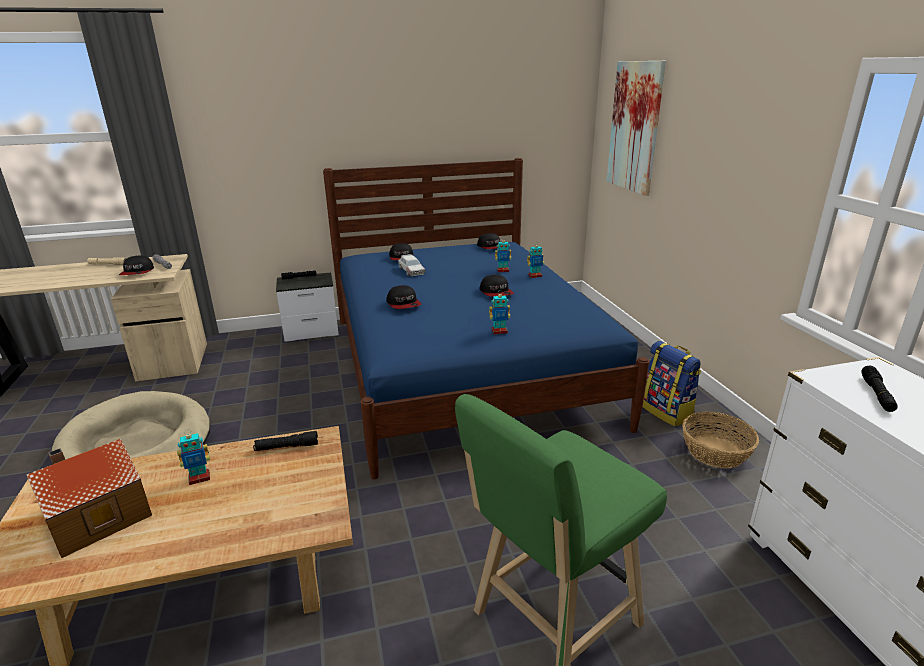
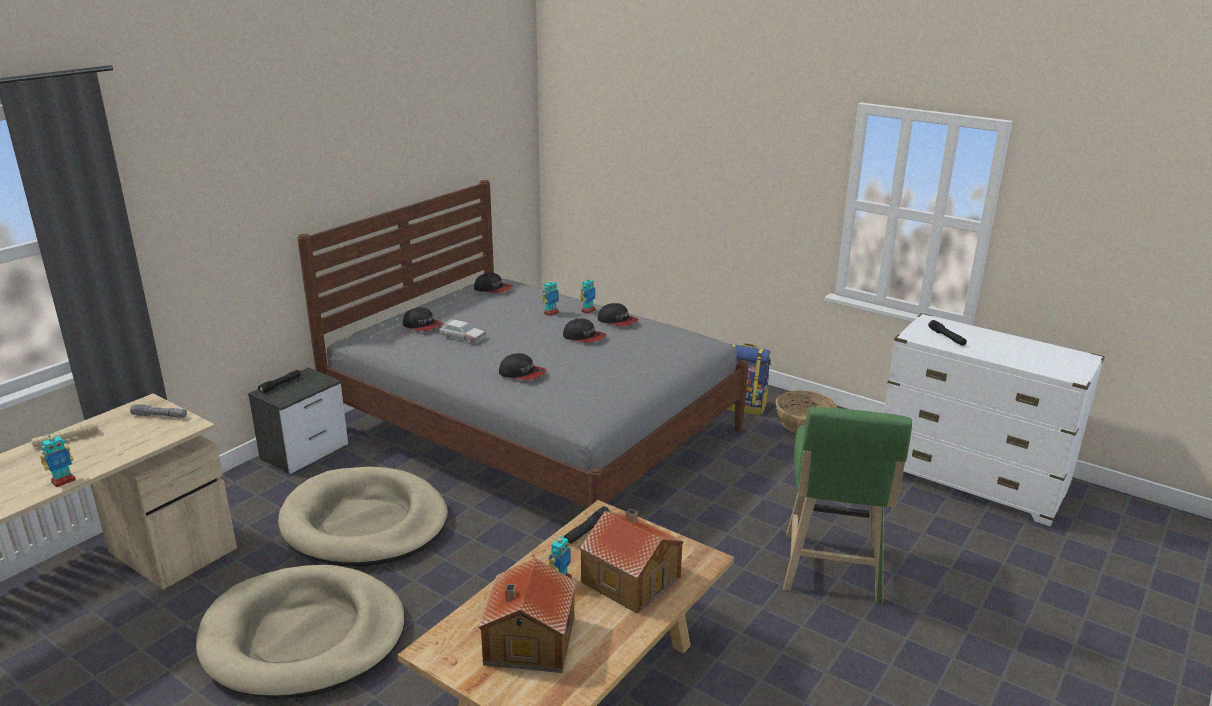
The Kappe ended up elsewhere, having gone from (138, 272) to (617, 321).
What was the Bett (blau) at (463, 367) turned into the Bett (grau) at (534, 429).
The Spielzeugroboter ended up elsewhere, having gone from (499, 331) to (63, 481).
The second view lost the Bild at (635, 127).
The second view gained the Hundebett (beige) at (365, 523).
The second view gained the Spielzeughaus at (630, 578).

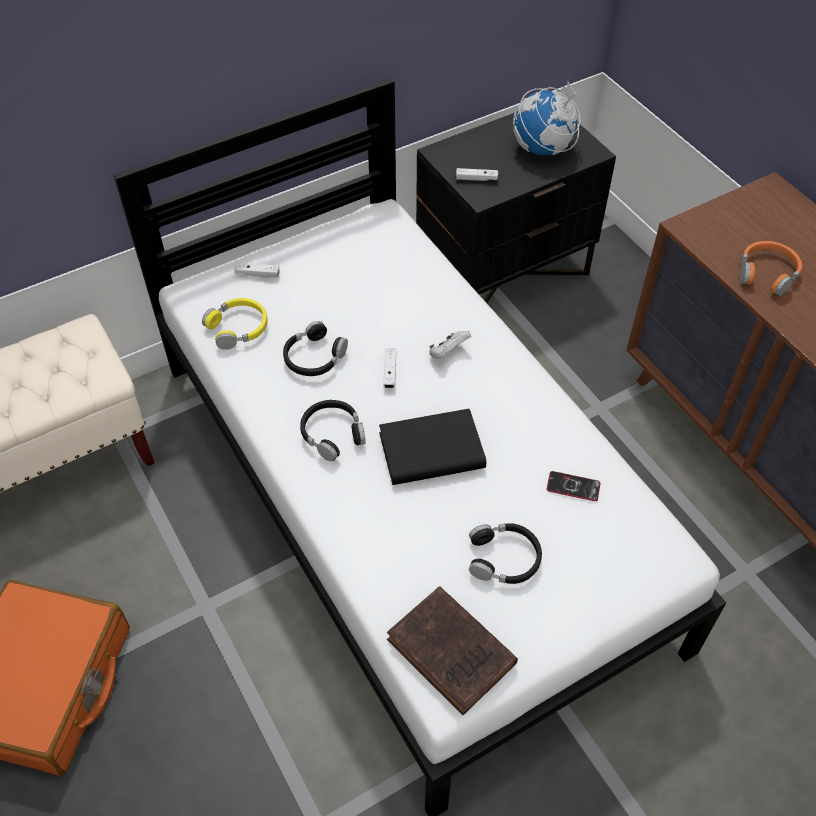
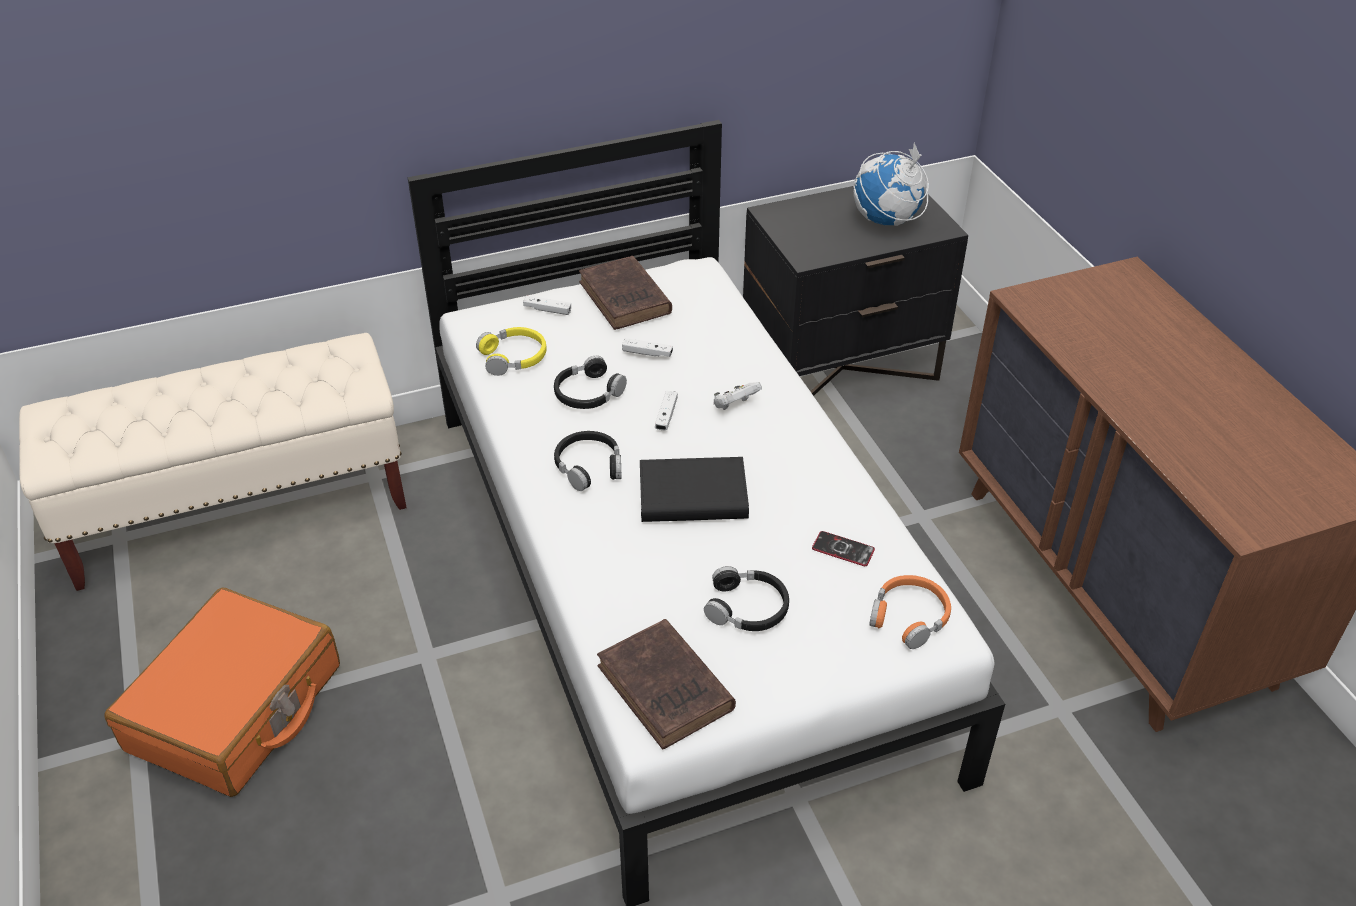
The Gamepad (weiß) ended up elsewhere, having gone from (476, 179) to (647, 353).
The Kopfhörer (orange) ended up elsewhere, having gone from (767, 273) to (909, 617).
The second view gained the Buch (braun) at (626, 299).

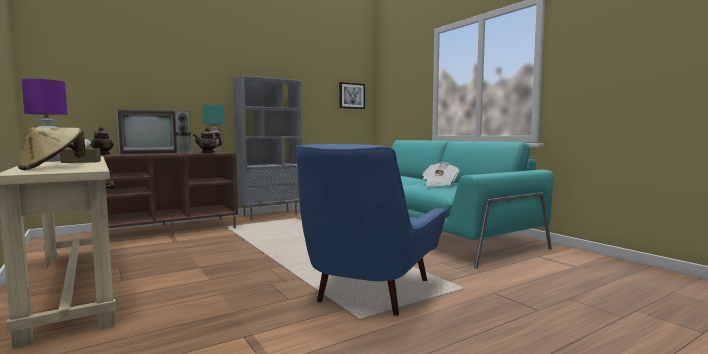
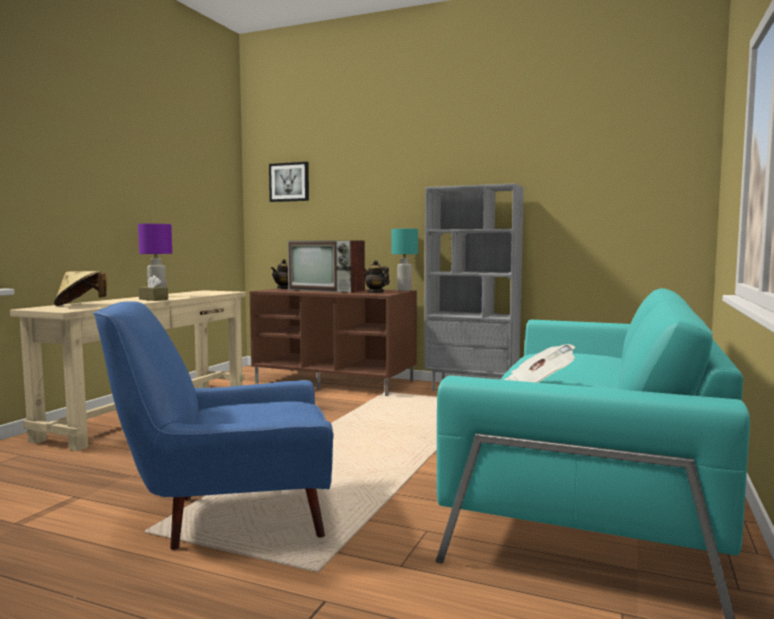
The Bild ended up elsewhere, having gone from (351, 96) to (289, 182).

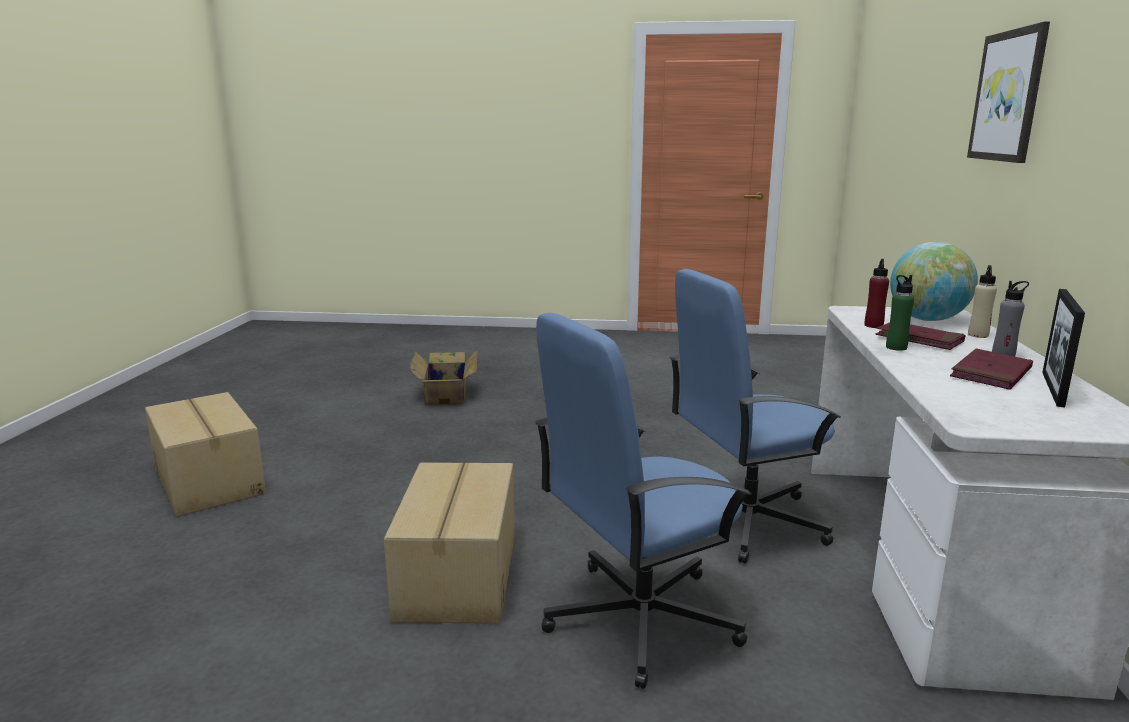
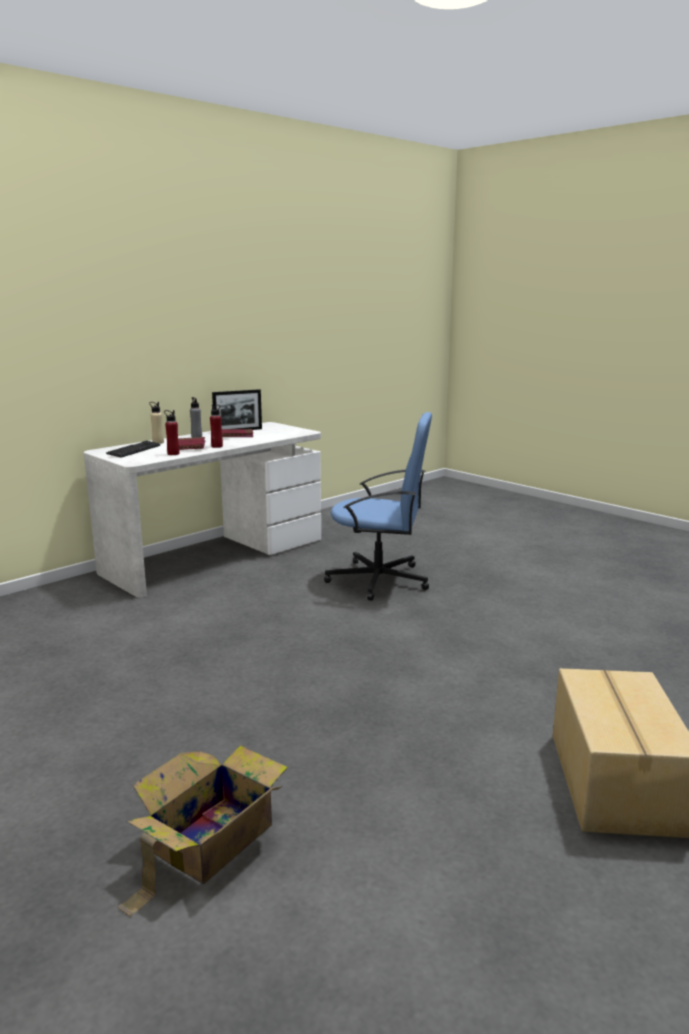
The second view lost the Karton at (456, 575).
The second view lost the Bürostuhl (blau) at (744, 521).
What was the Flasche (grün) at (896, 347) turned into the Flasche (rot) at (217, 446).
Where the Globus stood at (927, 319), the Tastatur came to stand at (134, 450).
The second view lost the Bild at (1008, 96).

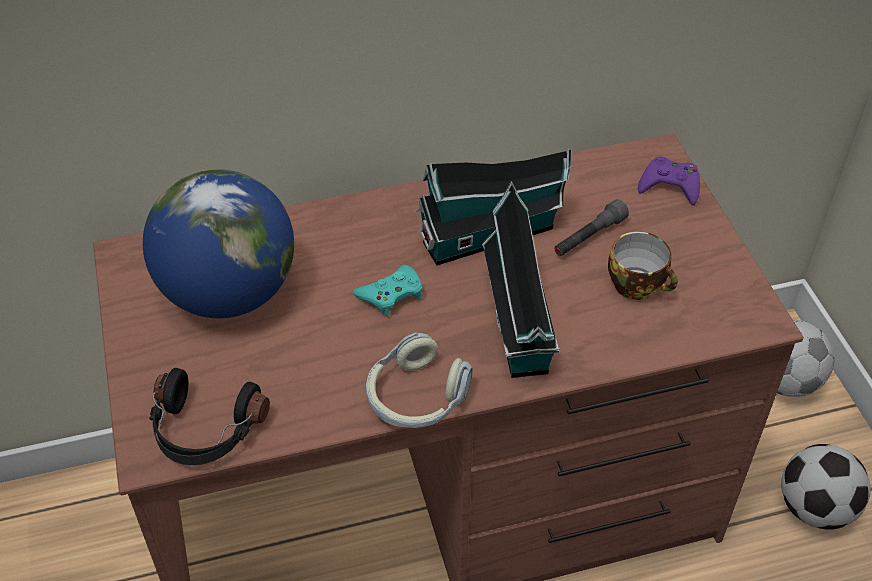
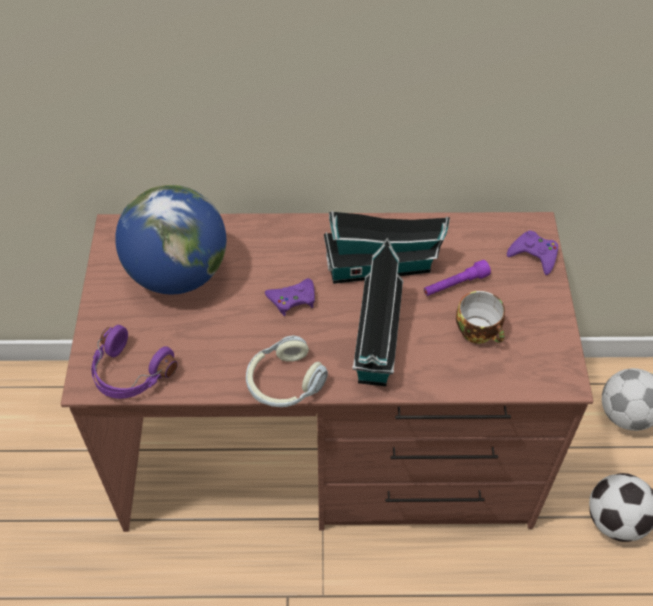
What was the Kopfhörer (schwarz) at (204, 431) turned into the Kopfhörer (lila) at (130, 374).
What was the Gamepad (türkis) at (391, 294) turned into the Gamepad (lila) at (292, 299).
What was the Taschenlampe (grau) at (589, 237) turned into the Taschenlampe (lila) at (455, 285).

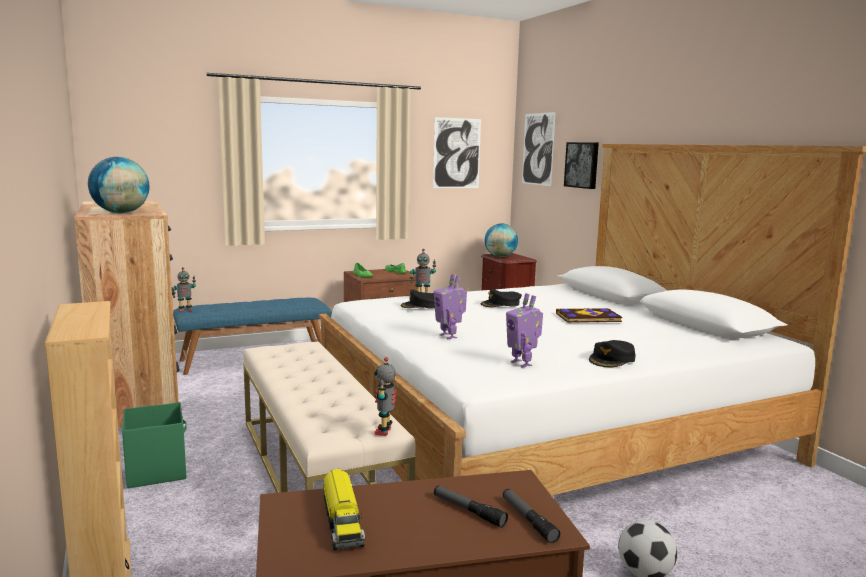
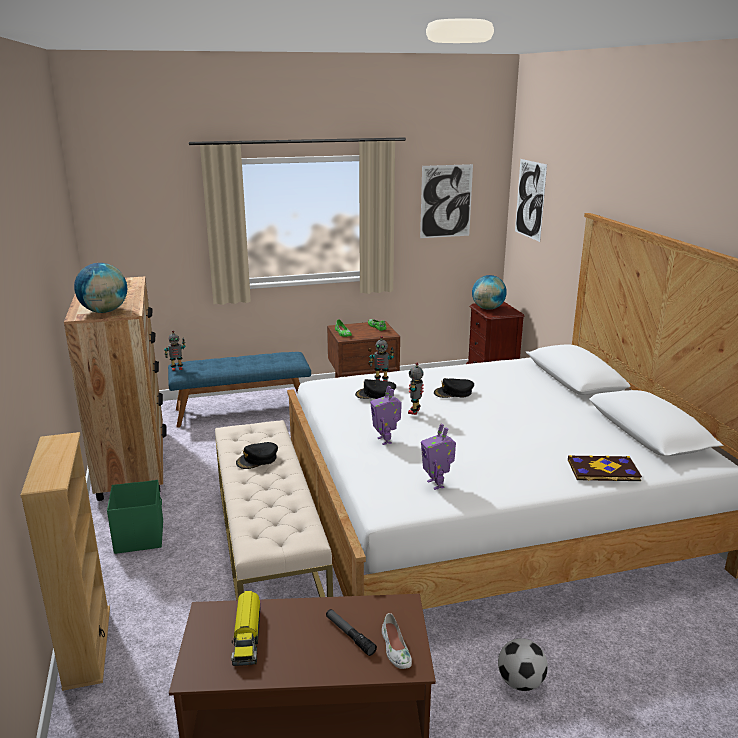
The Spielzeugroboter ended up elsewhere, having gone from (384, 431) to (415, 411).
Where the Taschenlampe stood at (528, 520), the Schuh (weiß) came to stand at (395, 649).
The Buch ended up elsewhere, having gone from (588, 318) to (603, 471).
The second view lost the Bild at (582, 165).
The Kappe (schwarz) ended up elsewhere, having gone from (612, 359) to (257, 460).

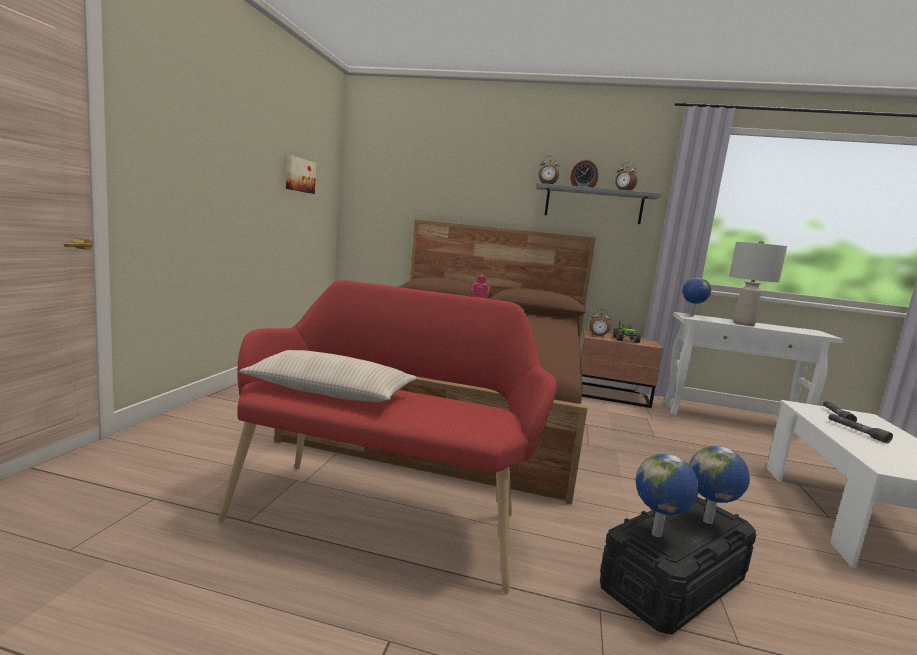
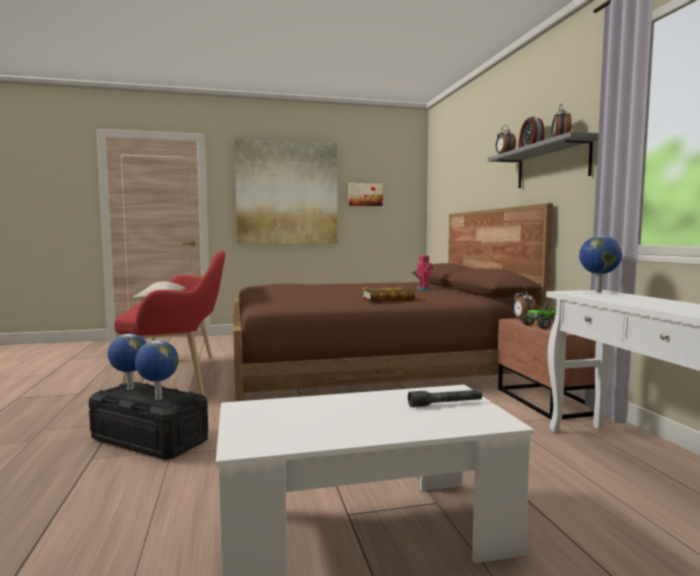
The second view lost the Tischlampe (grau) at (743, 324).
The second view lost the Taschenlampe (grau) at (856, 431).
The second view gained the Bild at (287, 193).
The second view gained the Buch at (387, 298).

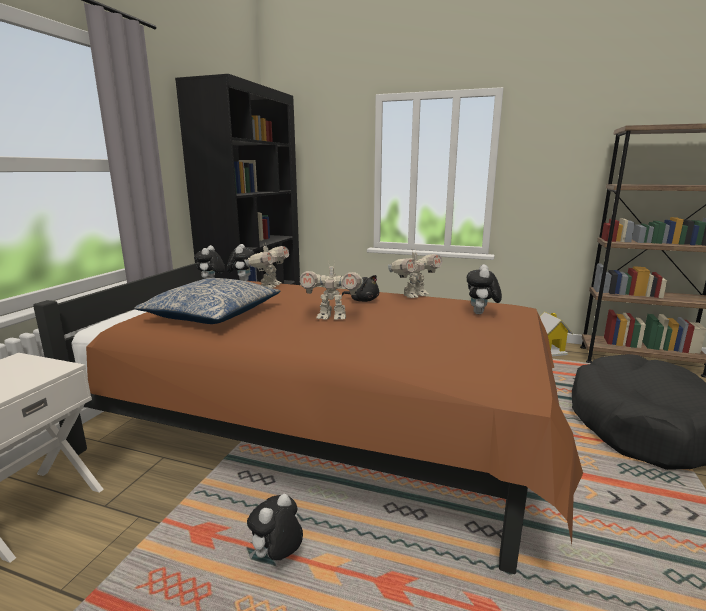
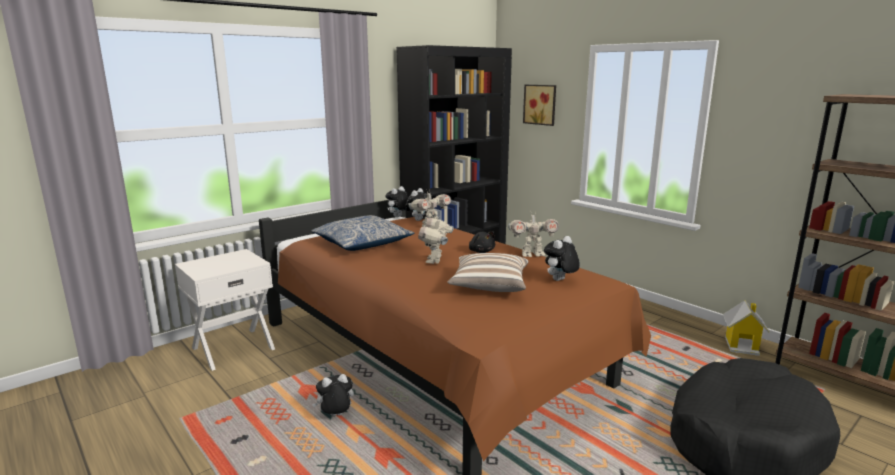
The Spielzeugroboter at (332, 317) ended up facing another way, 60 degrees clockwise from before.
The second view gained the Kissen at (489, 286).
The second view gained the Bild at (540, 104).

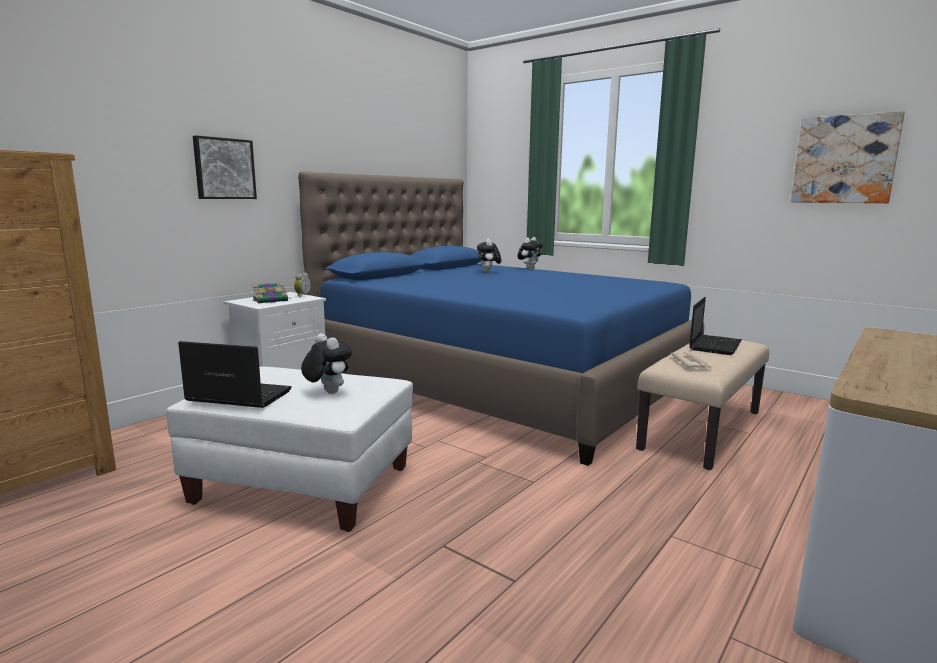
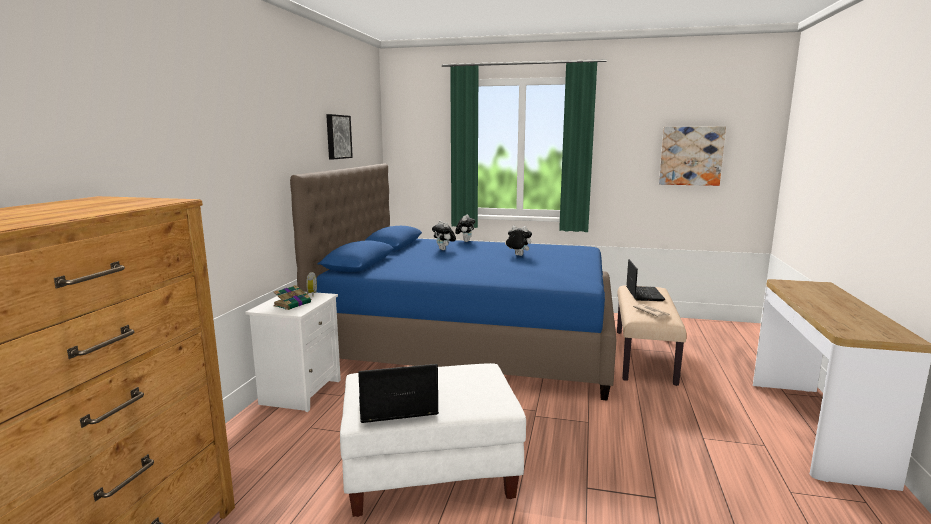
The Bild ended up elsewhere, having gone from (224, 169) to (337, 137).
The Plüschtier ended up elsewhere, having gone from (327, 392) to (517, 255).

